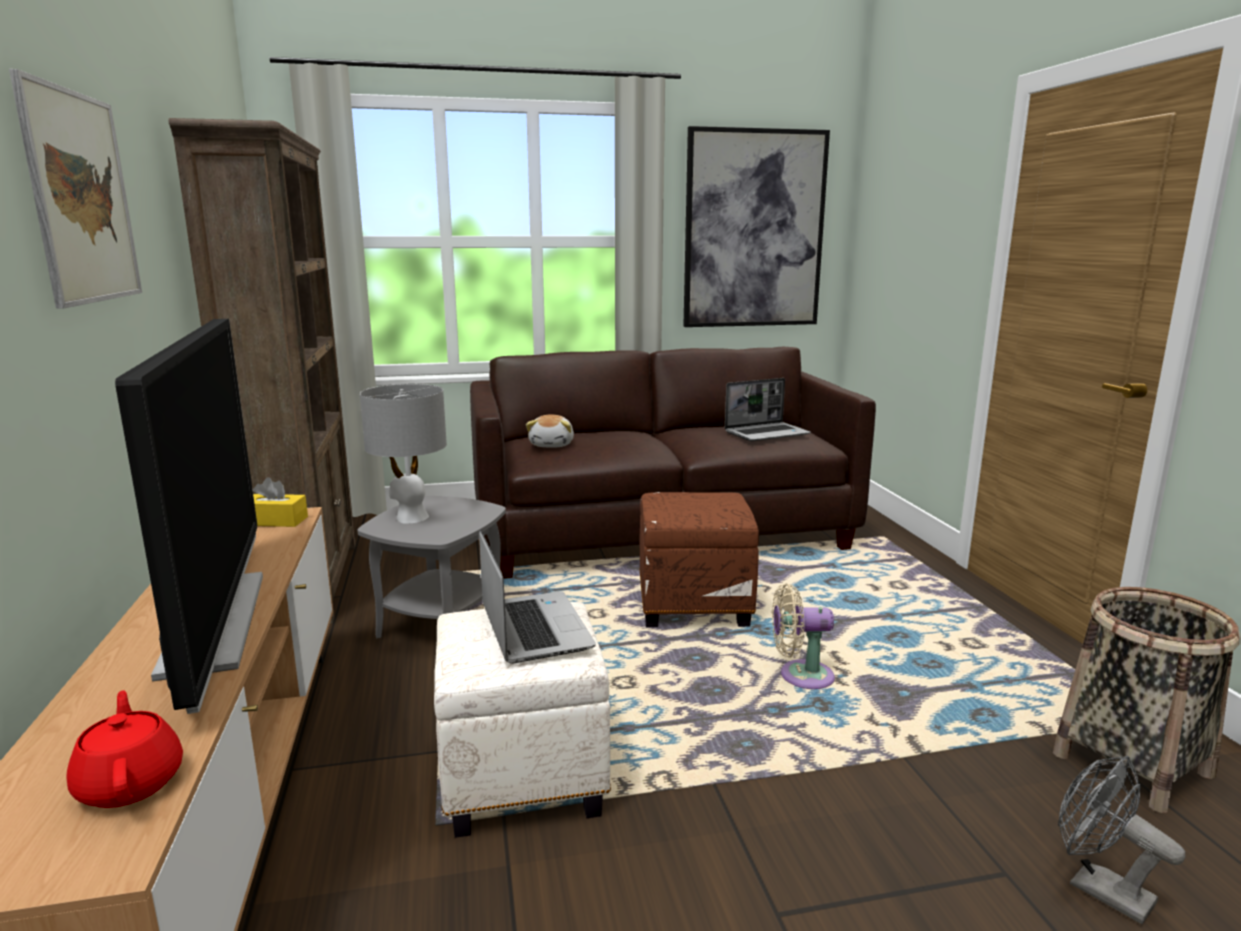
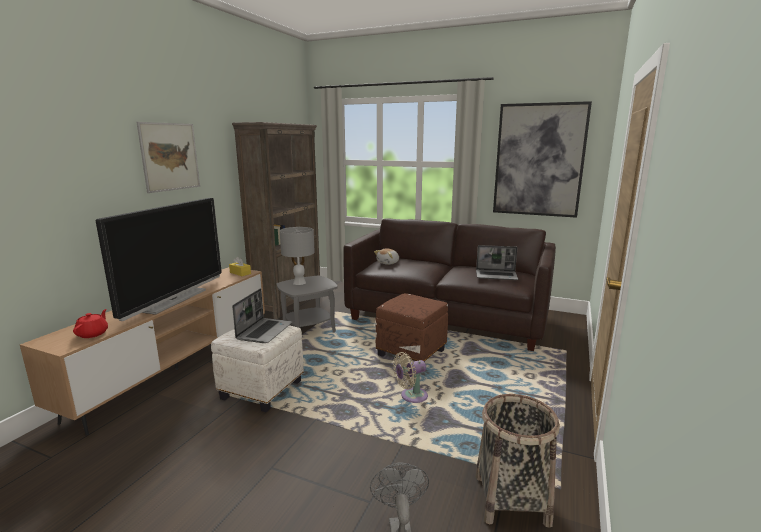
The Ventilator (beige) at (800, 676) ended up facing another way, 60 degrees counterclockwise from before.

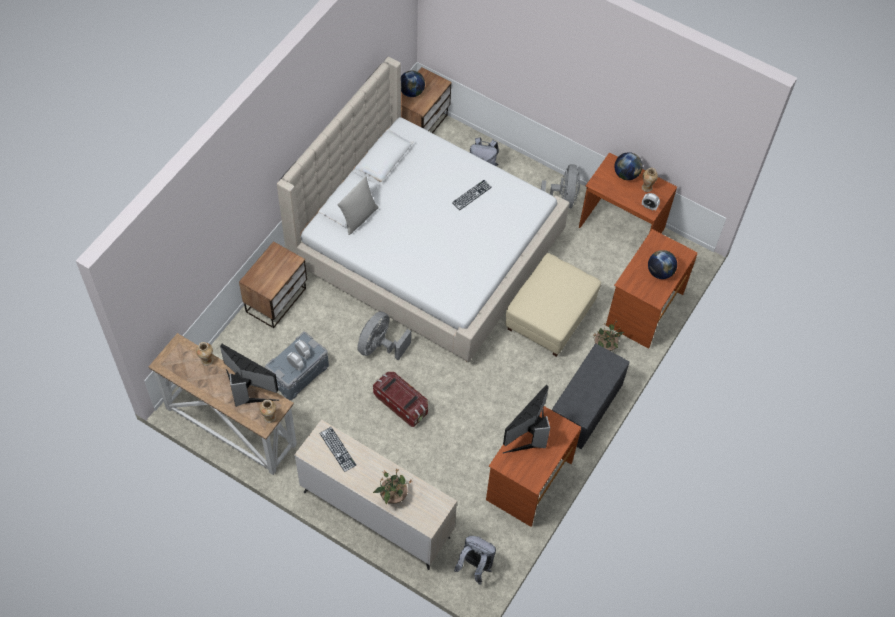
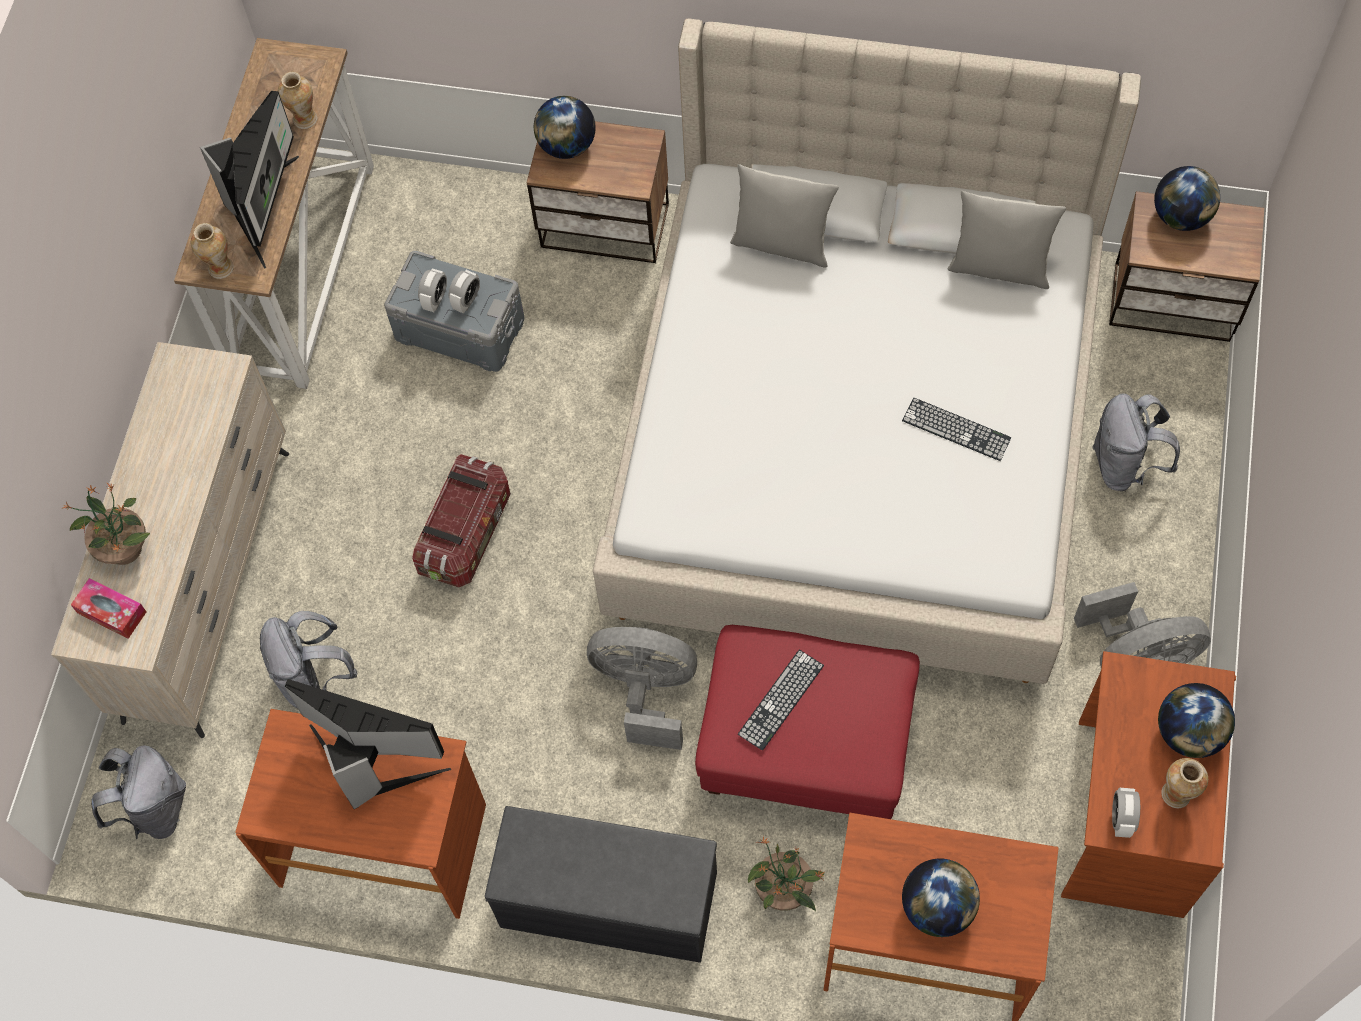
The Tastatur ended up elsewhere, having gone from (337, 449) to (781, 699).
The Ventilator (grau) ended up elsewhere, having gone from (380, 346) to (646, 691).
What was the Polsterhocker (beige) at (550, 316) turned into the Polsterhocker (rot) at (807, 743).
The second view gained the Taschentuchbox at (111, 612).
The second view gained the Rucksack (grau) at (314, 678).
The second view gained the Globus at (567, 146).
The second view gained the Kissen (grau) at (999, 267).

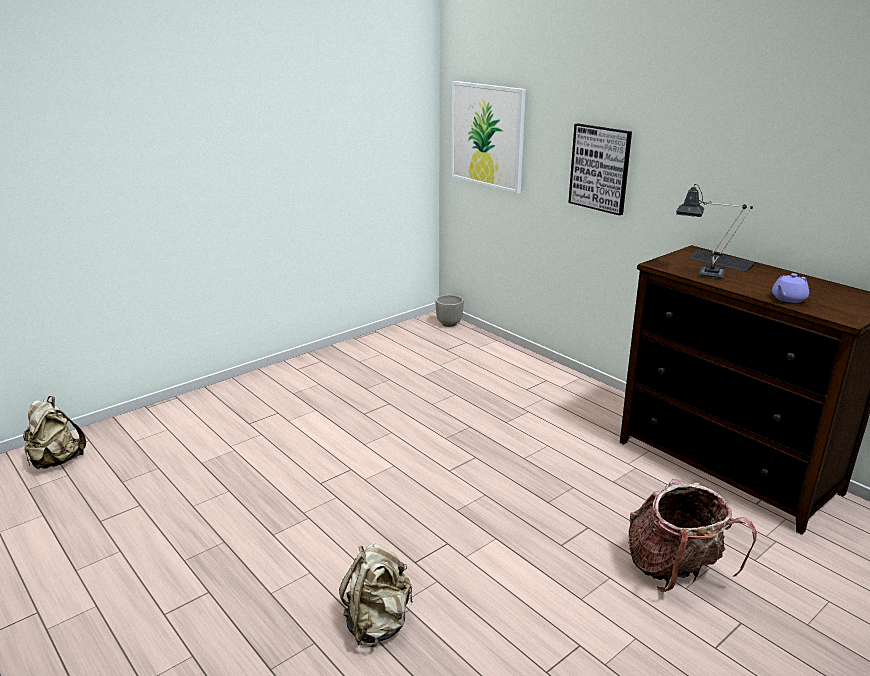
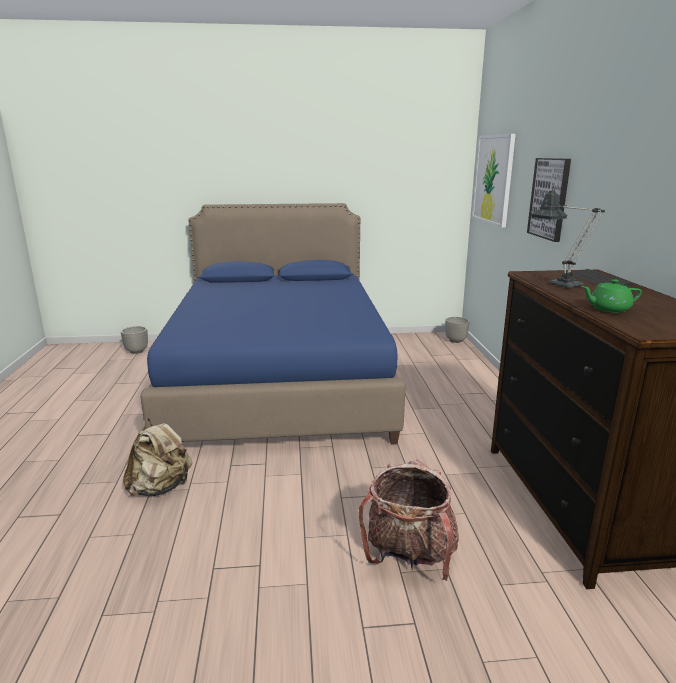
Where the Rucksack (beige) stood at (56, 461), the Pflanzkübel came to stand at (137, 351).
What was the Teekanne (lila) at (788, 299) turned into the Teekanne (grün) at (608, 309).
The second view gained the Bett (blau) at (279, 381).

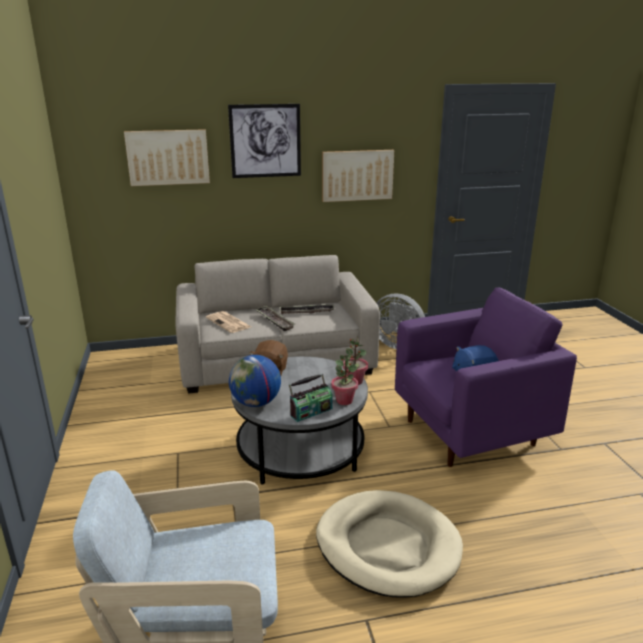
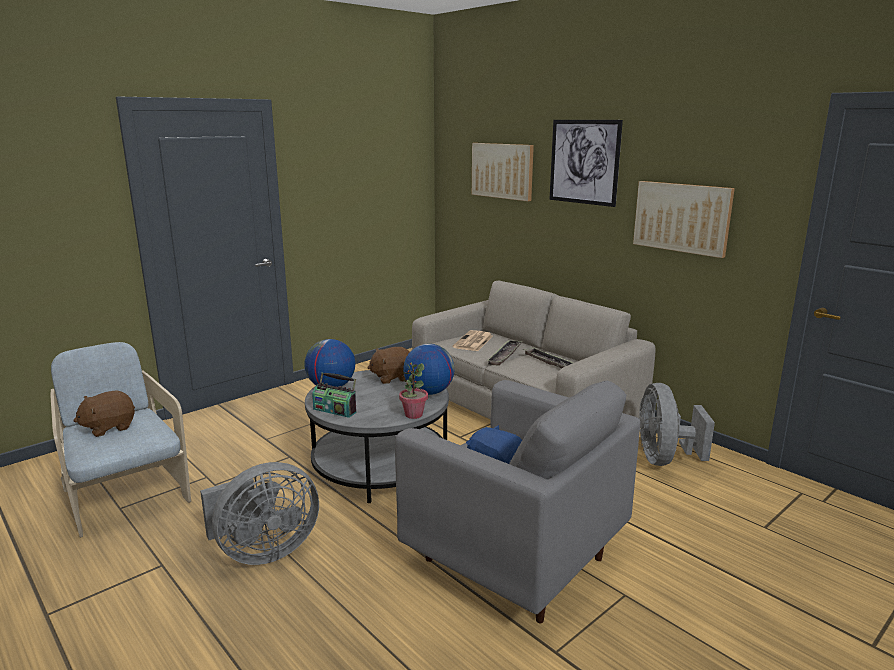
Where the Hundebett (beige) stood at (387, 546), the Ventilator (grau) came to stand at (263, 551).
The second view lost the Topfpflanze at (344, 401).
What was the Sessel (lila) at (471, 432) turned into the Sessel (grau) at (515, 560).
The second view gained the Plüschtier (braun) at (109, 427).
The second view gained the Globus at (428, 392).

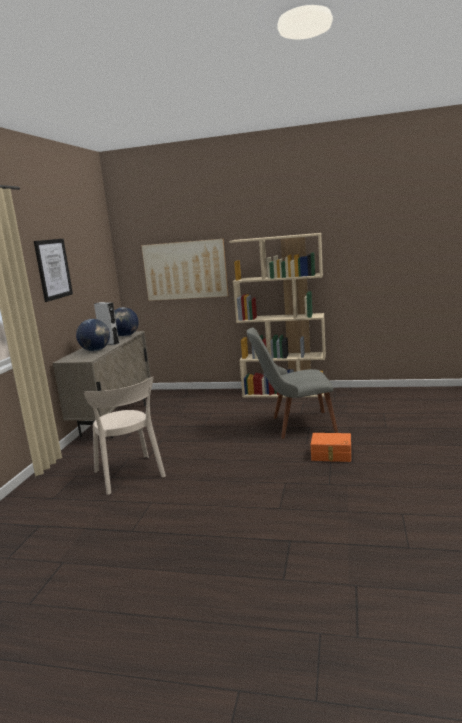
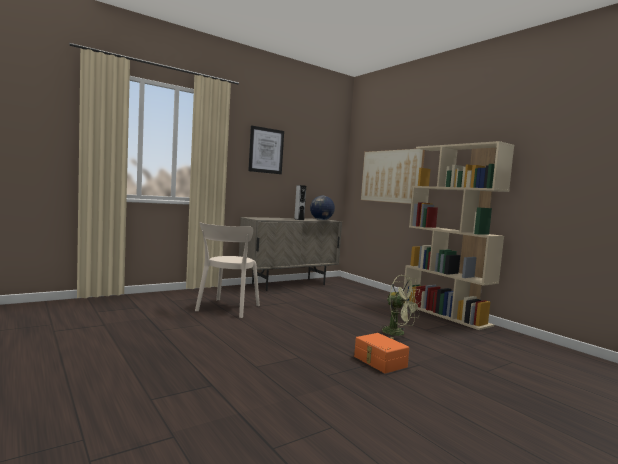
The second view lost the Globus at (95, 350).
Where the Stuhl (grau) stood at (294, 426), the Ventilator (grün) came to stand at (398, 333).

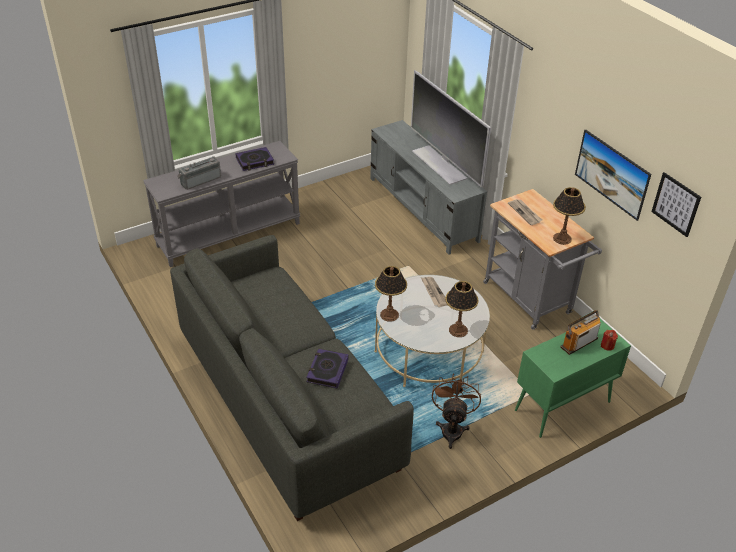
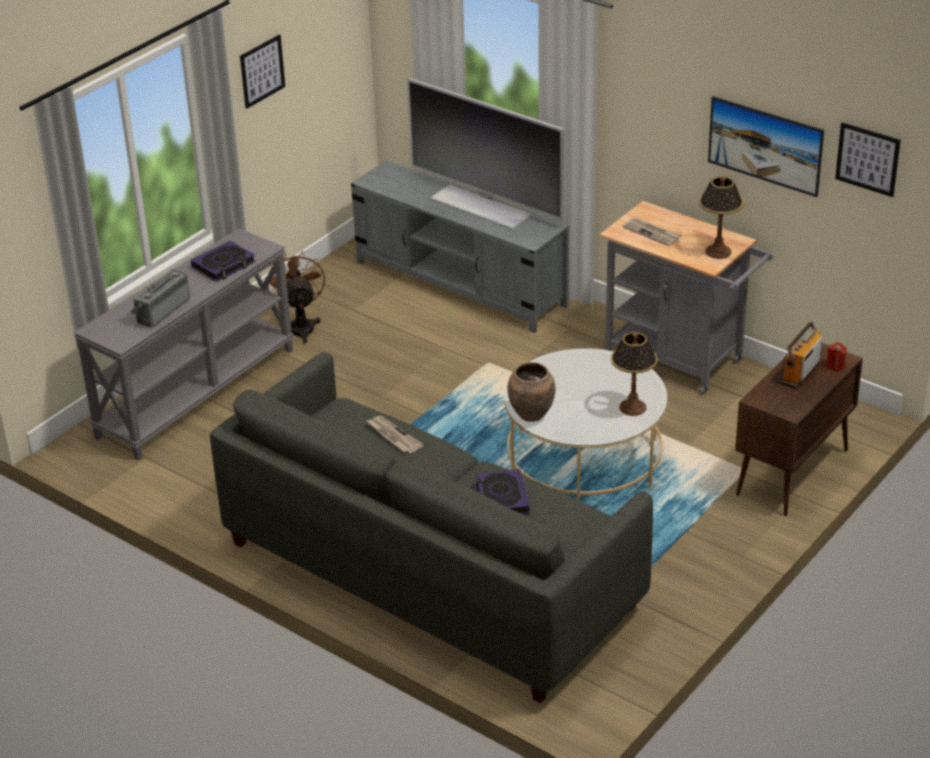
Where the Tischlampe stood at (389, 315), the Vase (braun) came to stand at (531, 415).
The Zeitung ended up elsewhere, having gone from (433, 292) to (393, 436).
The Ventilator (braun) ended up elsewhere, having gone from (452, 428) to (300, 326).
What was the Schrank (grün) at (561, 406) turned into the Schrank (braun) at (792, 473).
The second view gained the Bild at (262, 71).

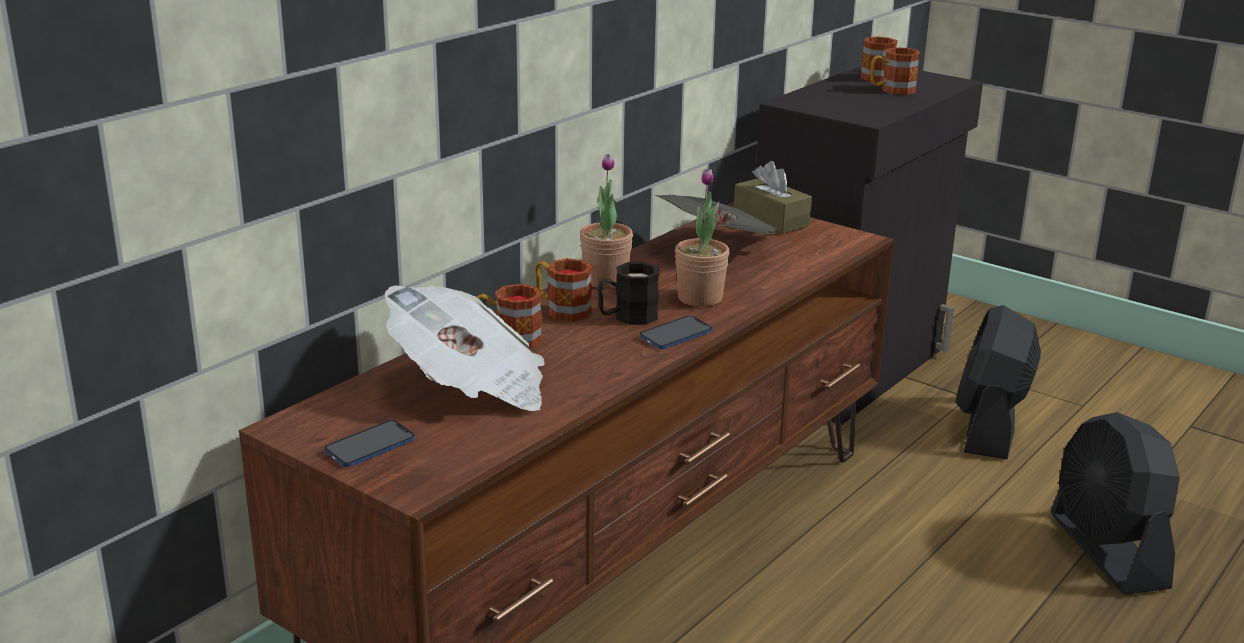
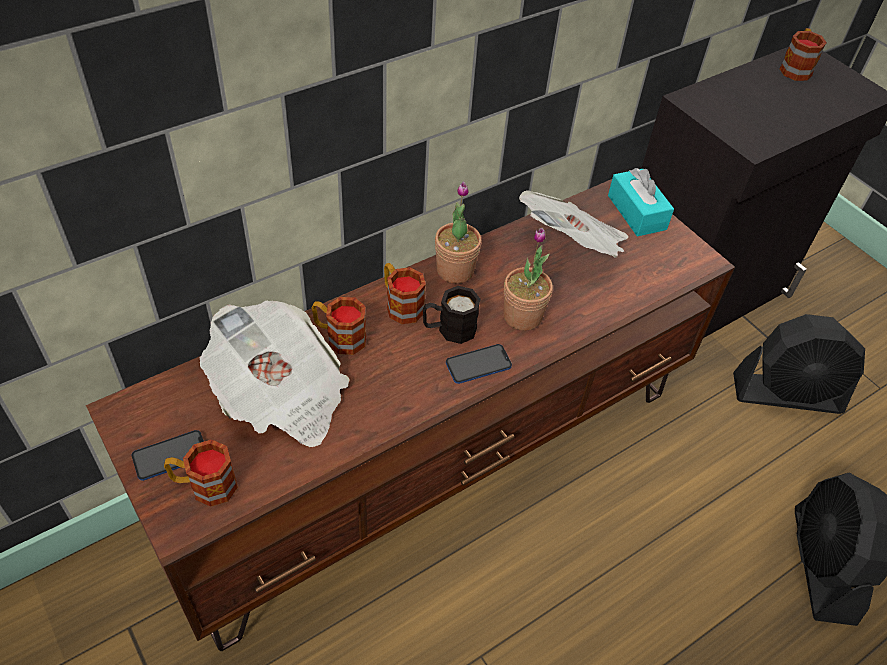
What was the Taschentuchbox (braun) at (771, 219) turned into the Taschentuchbox (türkis) at (636, 212).
The Henkelbecher ended up elsewhere, having gone from (891, 90) to (204, 485).
The Ventilator (schwarz) at (989, 428) ended up facing another way, 120 degrees counterclockwise from before.

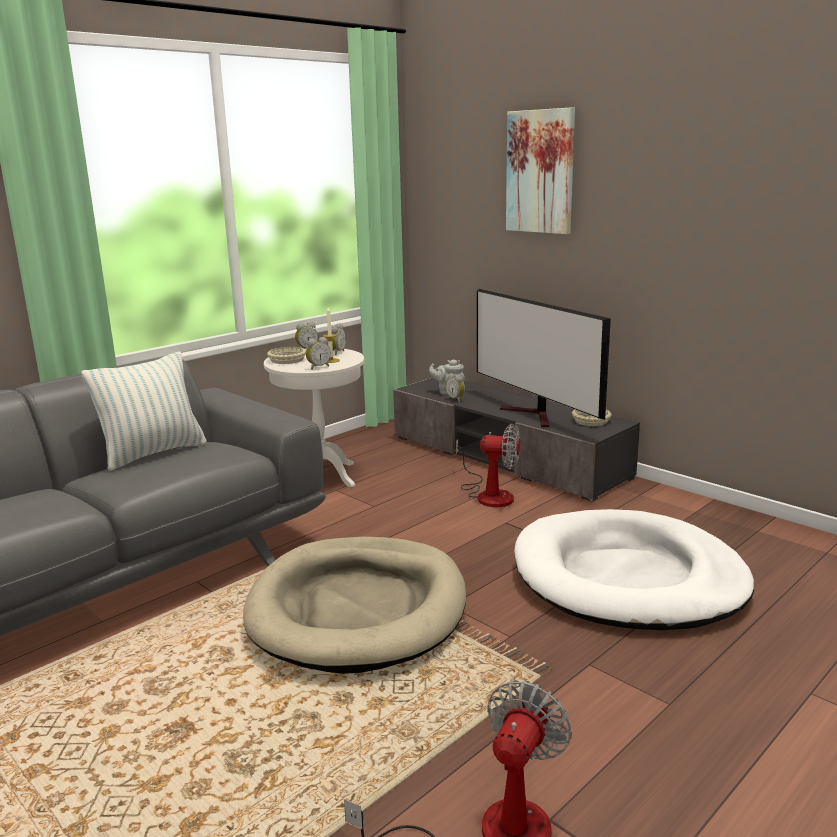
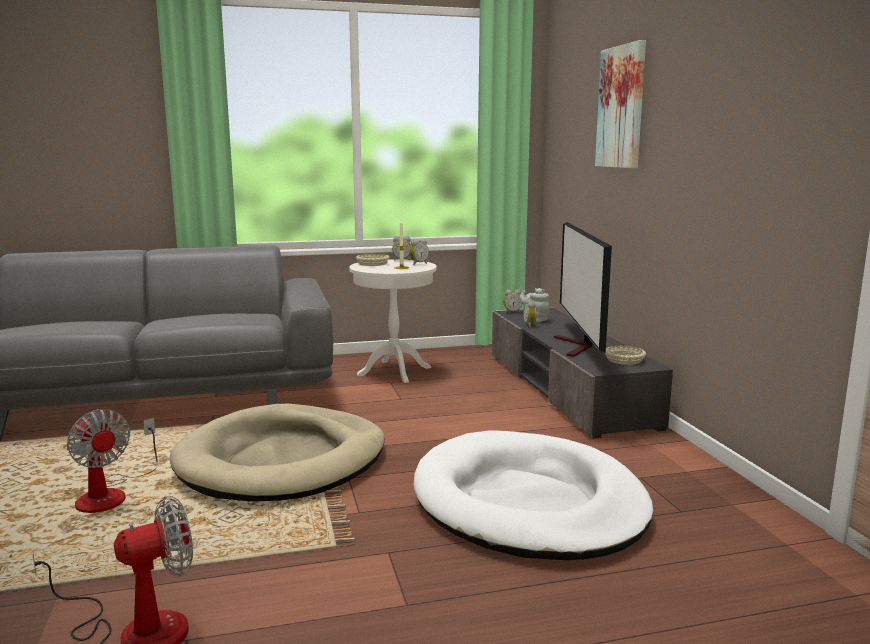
The second view lost the Kissen at (153, 453).
The Wecker ended up elsewhere, having gone from (318, 367) to (512, 312).
The Ventilator ended up elsewhere, having gone from (489, 494) to (111, 494).

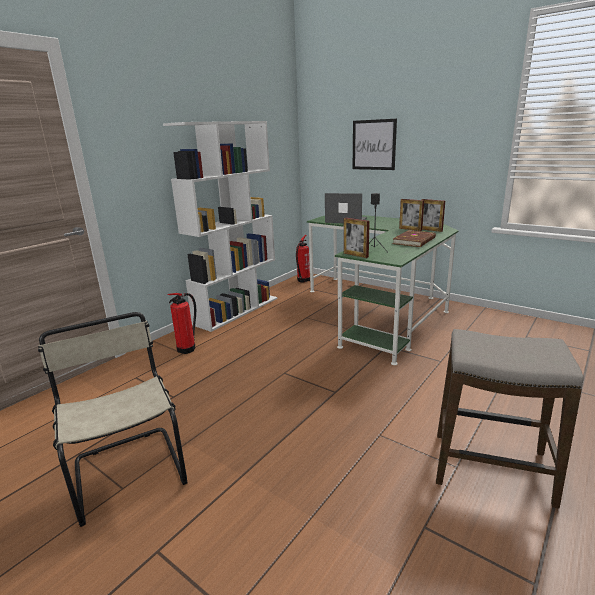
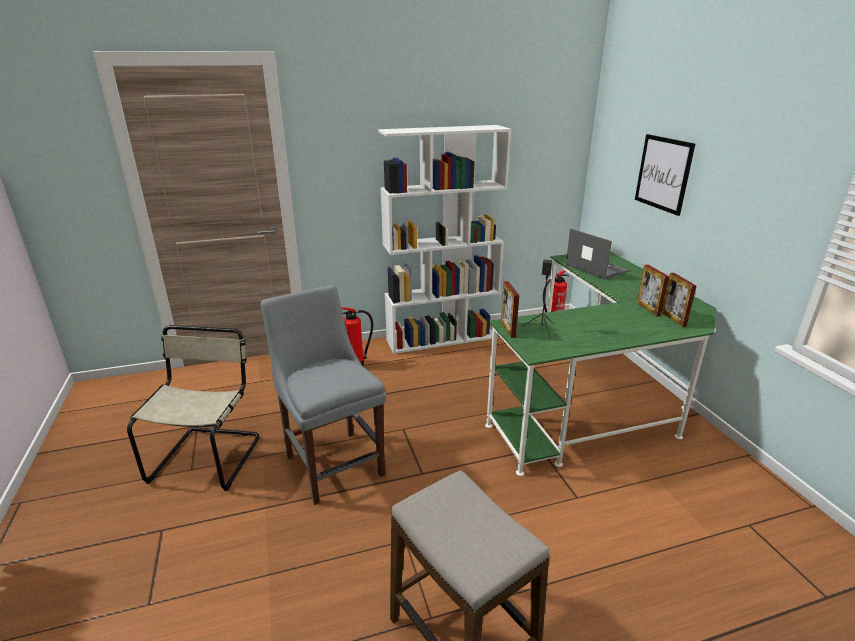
The second view lost the Buch (braun) at (415, 241).
The second view gained the Stuhl (grau) at (333, 462).

